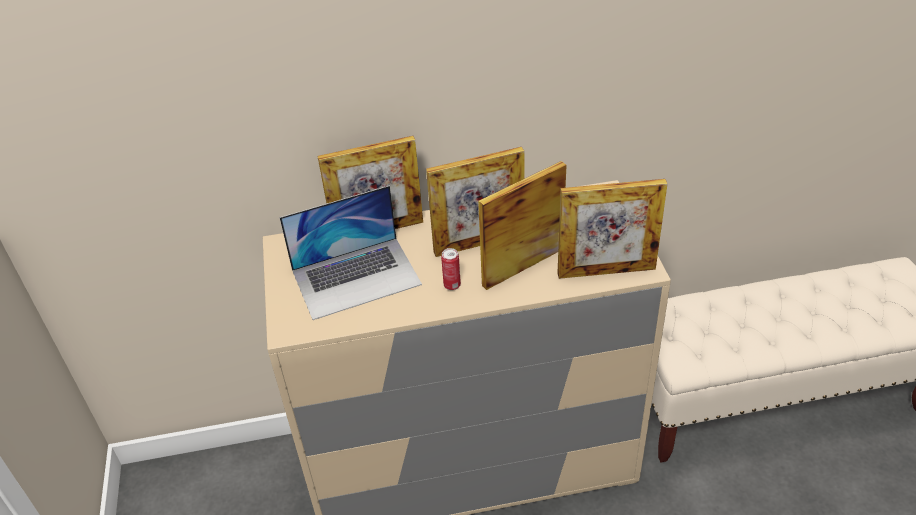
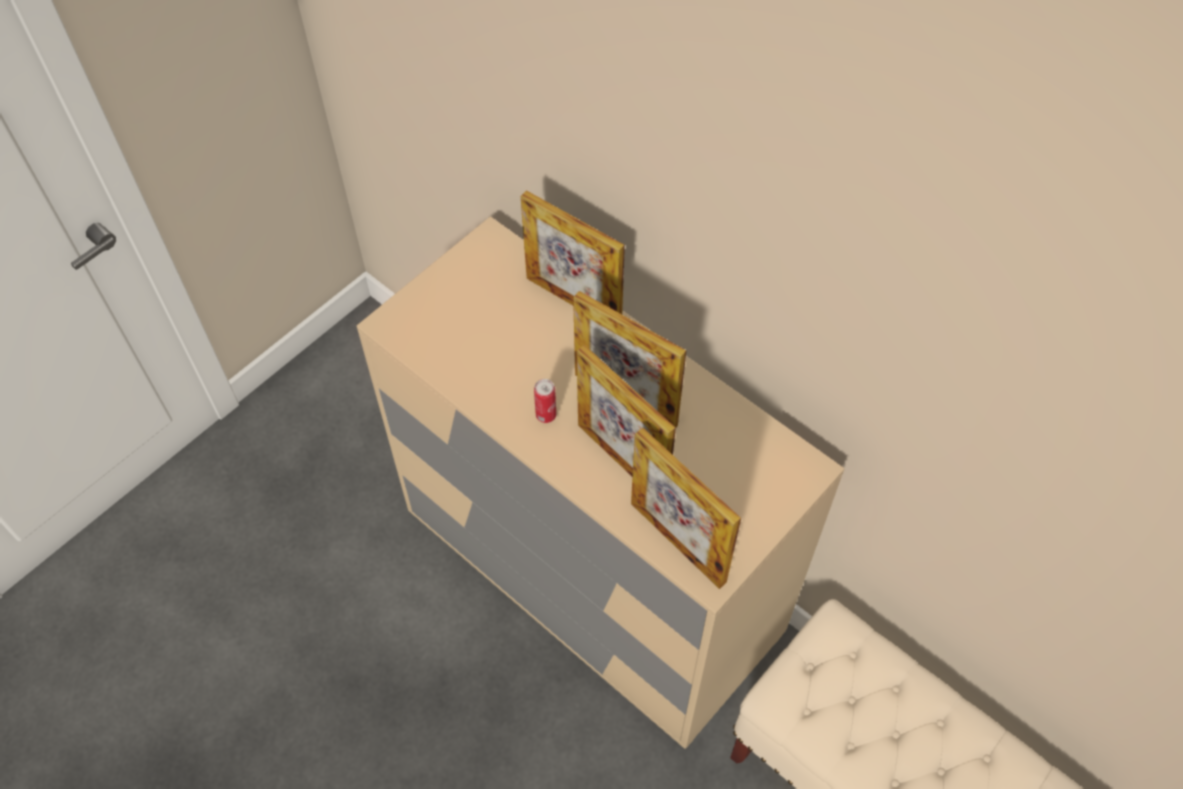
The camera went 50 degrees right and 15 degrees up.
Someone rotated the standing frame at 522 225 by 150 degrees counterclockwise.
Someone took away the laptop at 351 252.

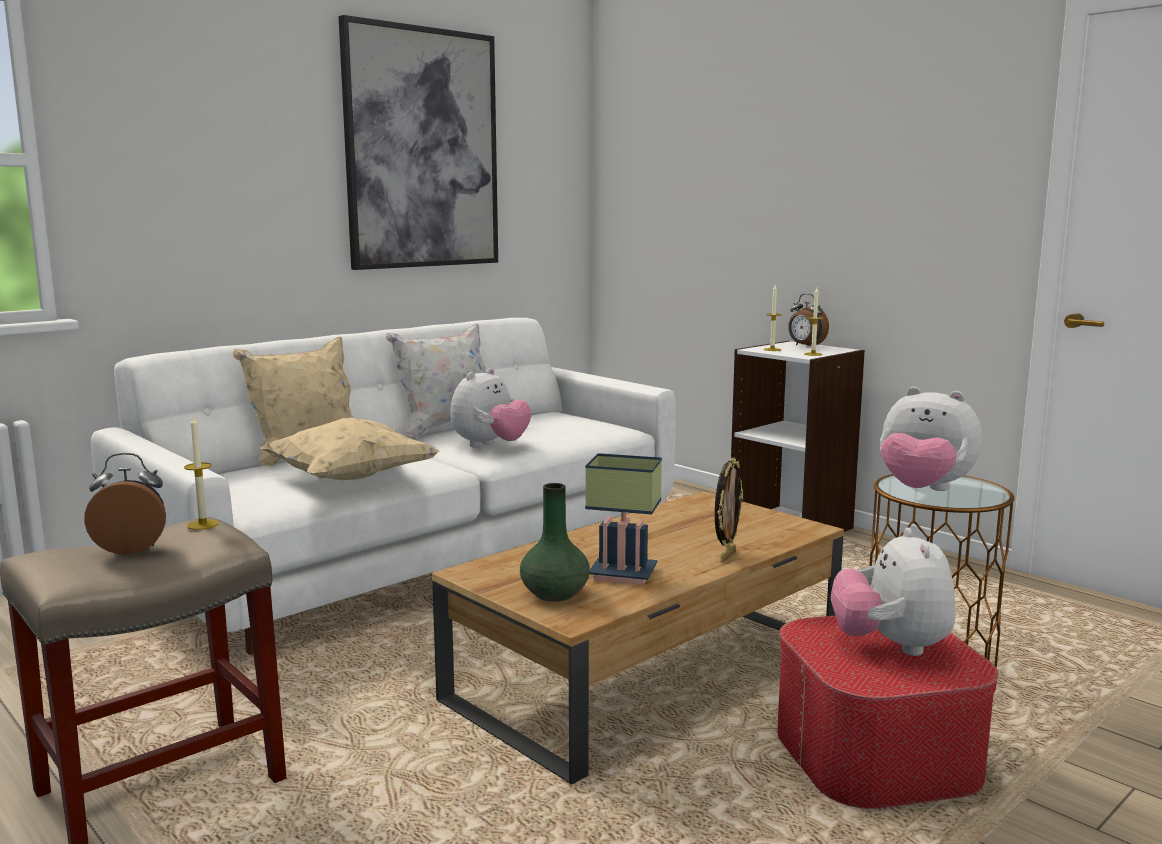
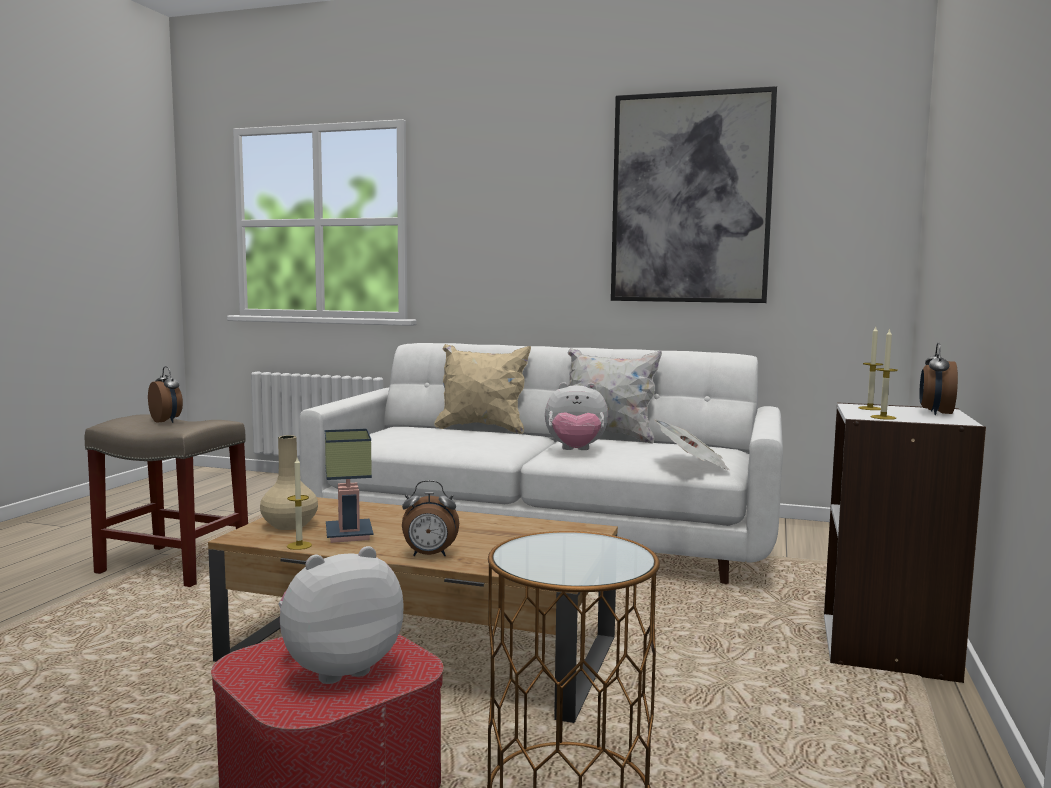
The camera went 60 degrees right and 5 degrees down.
Someone repainted the vase (green) at 555 542, which became the vase (sand-coloured) at 289 482.
Someone carried the candle from 201 472 to 299 504.
Someone swapped the standing frame at 729 509 for the bedside clock at 430 518.
Someone put down the newspaper at 692 444.
Someone took away the throw pillow (sand-coloured) at 350 449.
Someone took away the soft toy at 931 439.

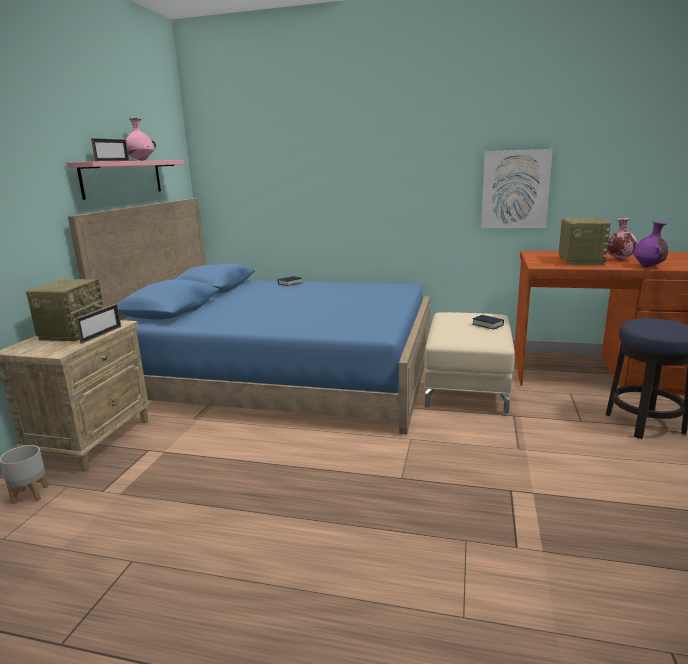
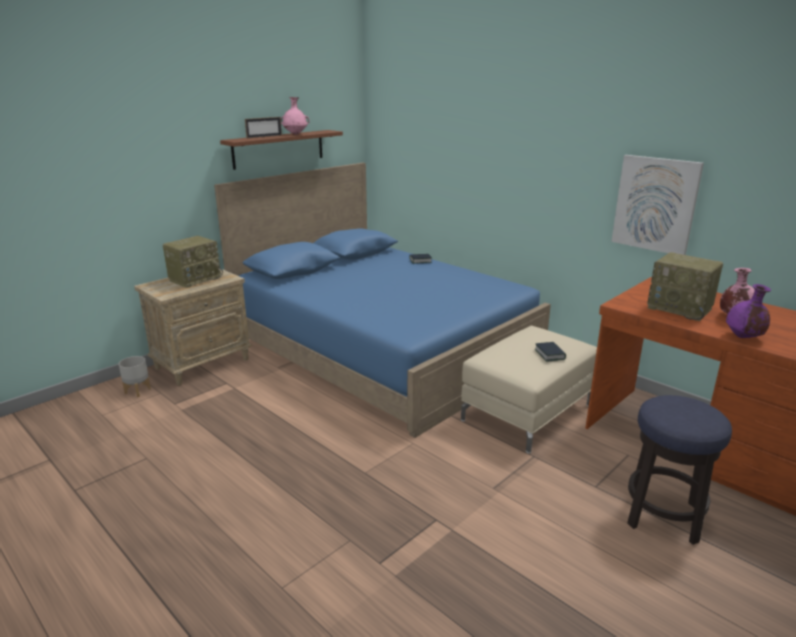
The camera went 30 degrees right and 5 degrees up.
Someone repainted the wall shelf (pinkish) at 125 180, which became the wall shelf (brownish) at 281 150.
Someone rotated the radio set at 584 242 by 90 degrees clockwise.
Someone took away the standing frame at 98 324.

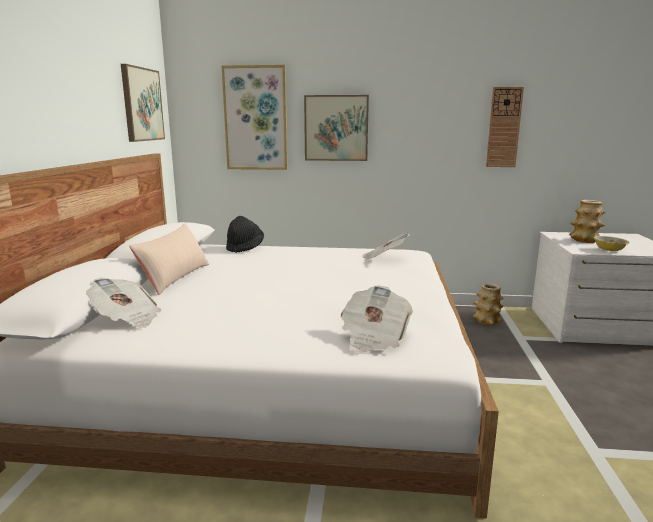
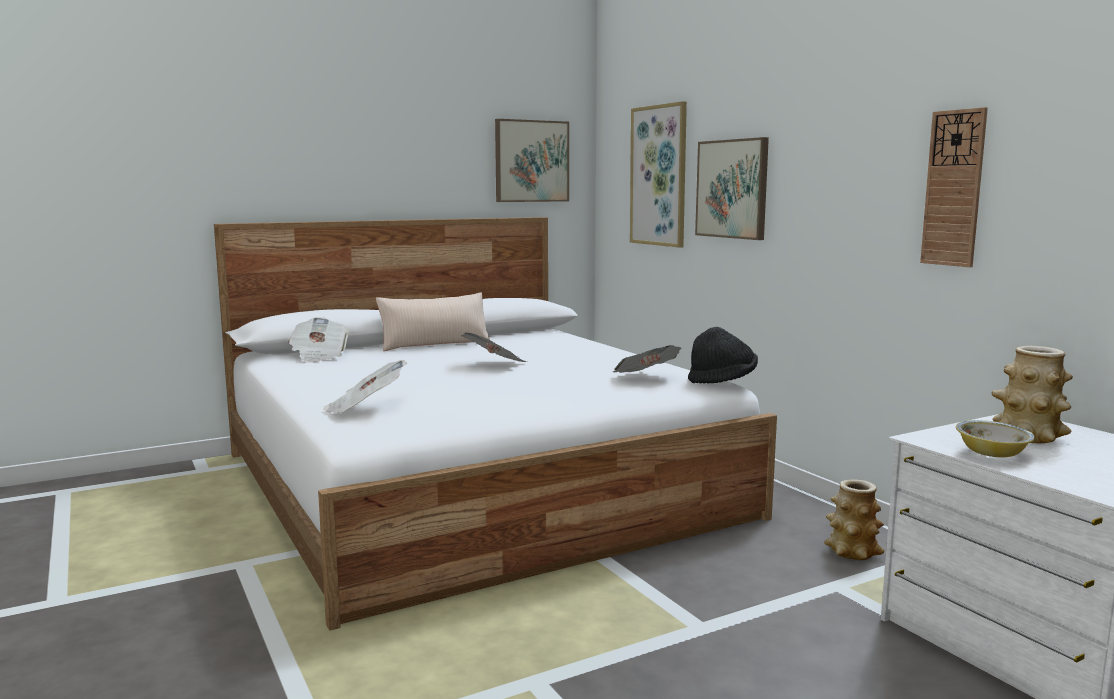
The camera went 55 degrees right and 5 degrees down.
Someone put down the newspaper at 494 347.
Someone carried the hat (black) from 245 234 to 723 355.

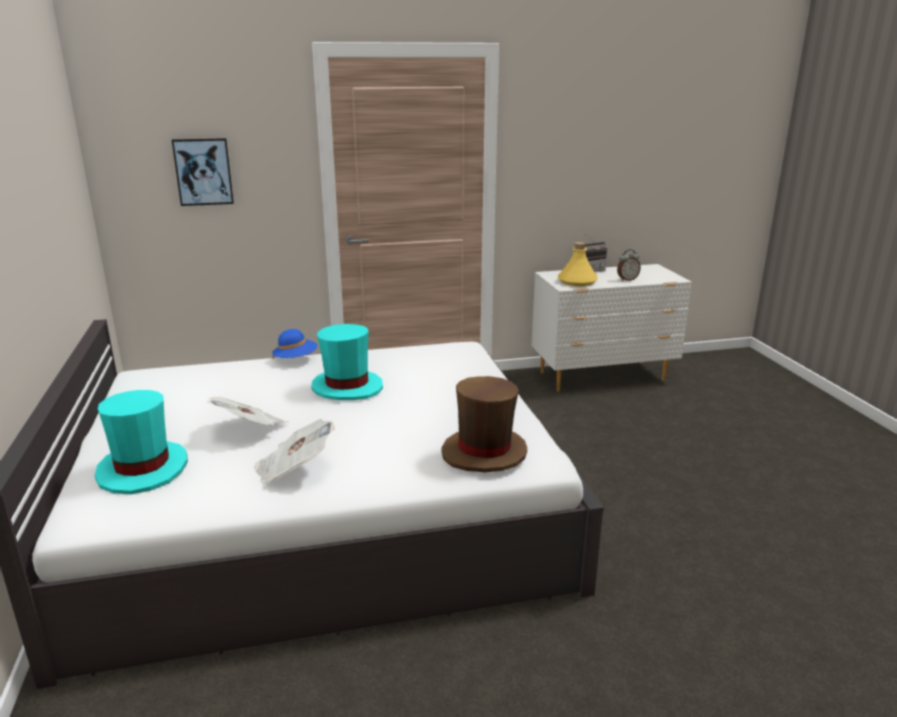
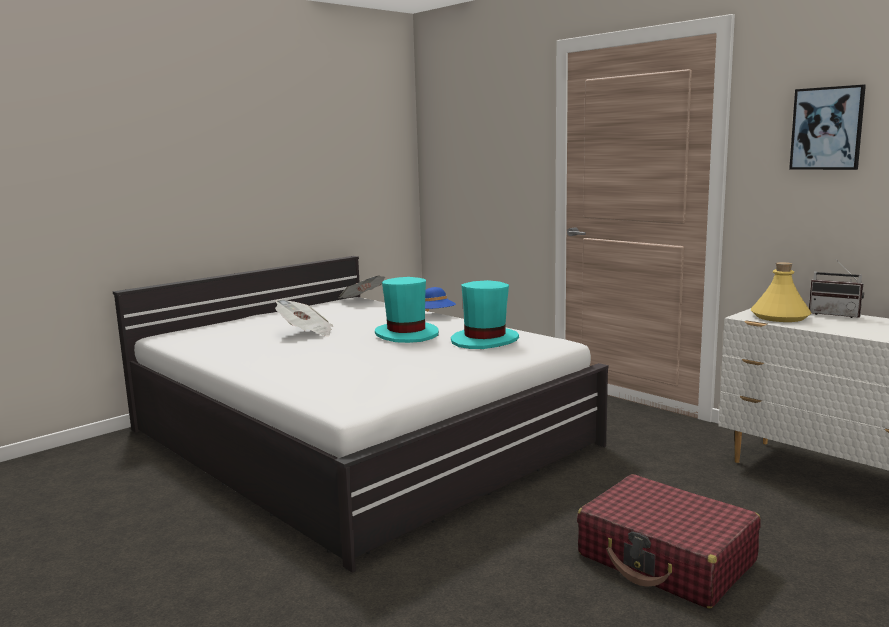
The camera went 60 degrees right and 10 degrees down.
Someone carried the newspaper from 294 451 to 362 287.
Someone carried the hat (turquoise) from 141 442 to 485 314.
Someone put down the piece of luggage (reddish) at 669 541.
Someone carried the picture from 203 172 to 827 127.
Someone took away the hat (brownish) at 484 424.
Someone took away the bedside clock at 629 265.

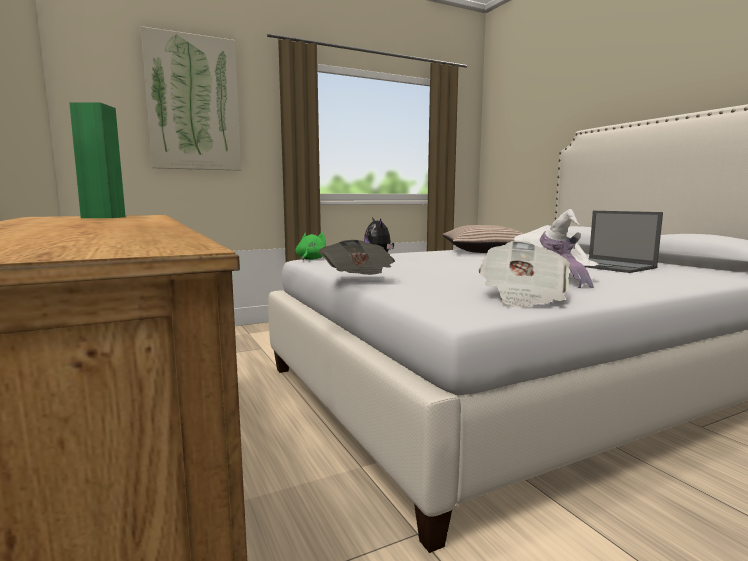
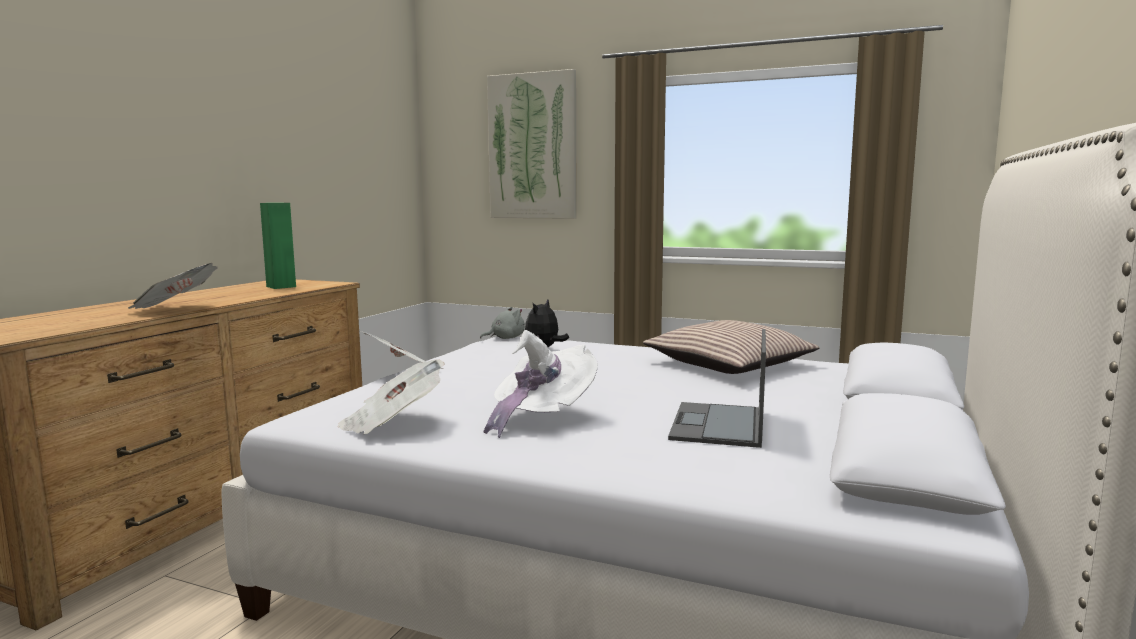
The camera went 50 degrees right and 0 degrees up.
Someone put down the newspaper at 172 286.
Someone repainted the soft toy (green) at 311 246, which became the soft toy (grey) at 502 323.

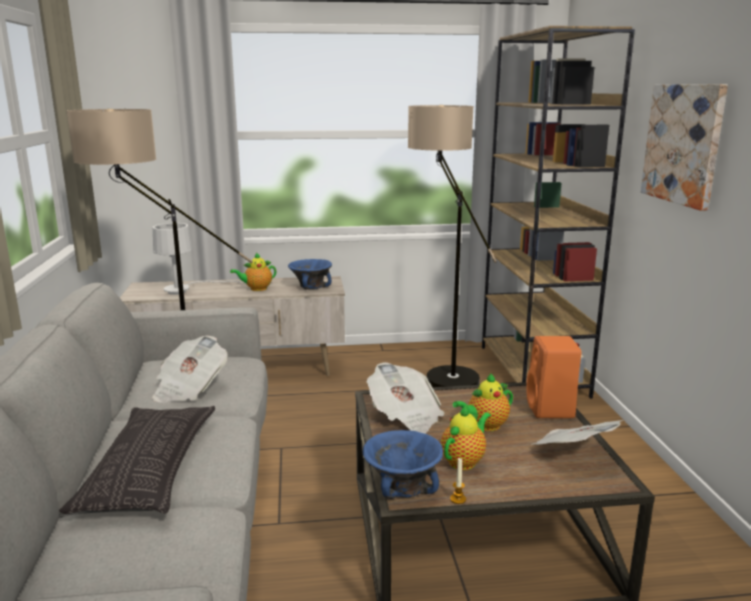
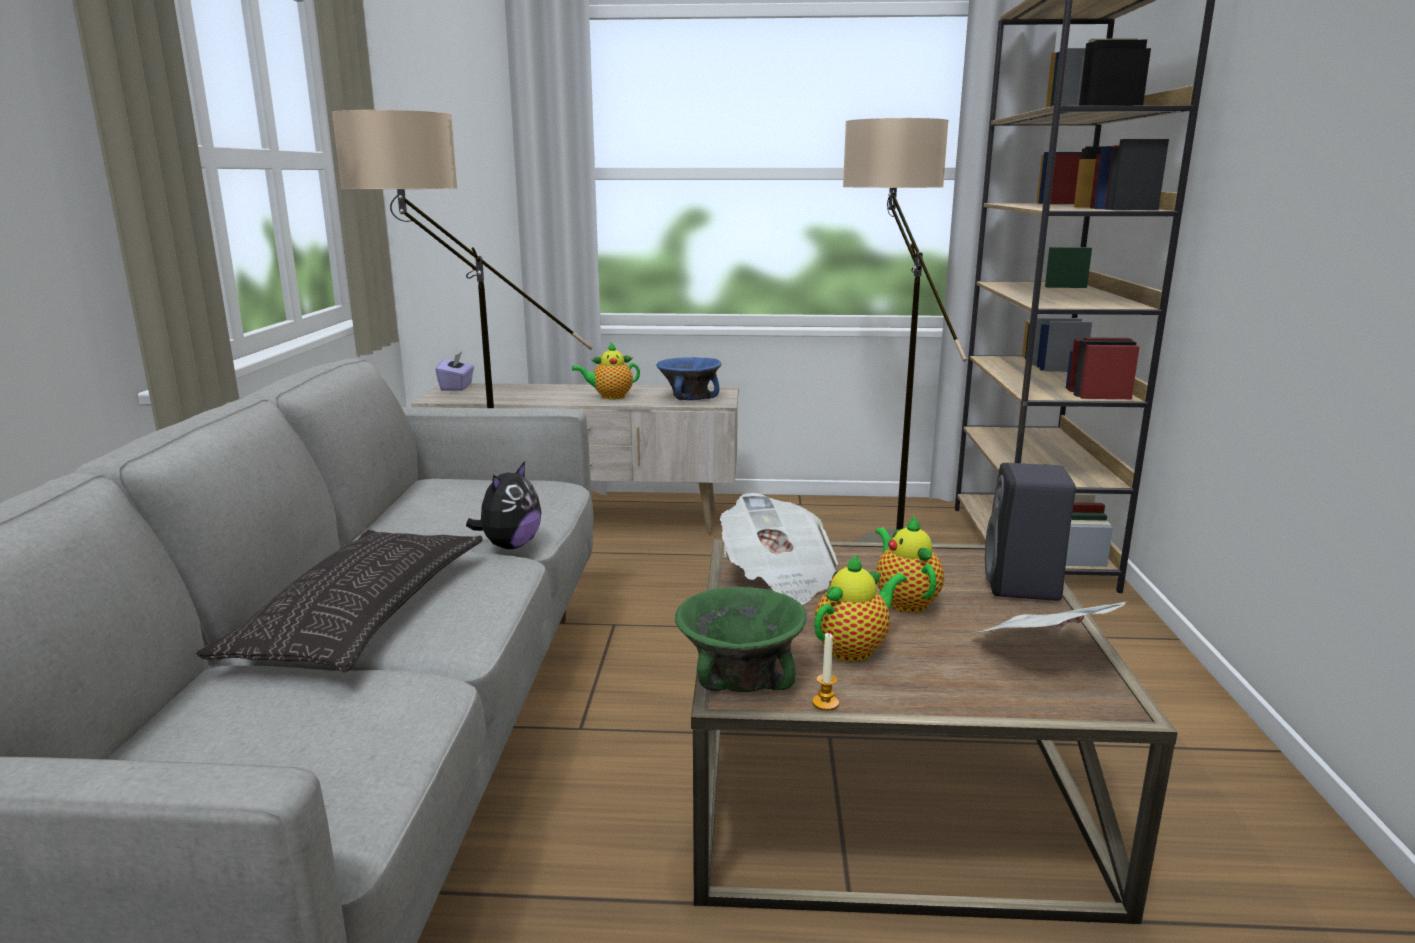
The camera went 10 degrees right and 0 degrees up.
Someone put down the box of tissues (purplish) at 454 371.
Someone put down the soft toy at 503 505.
Someone repainted the serving bowl (blue-coloured) at 403 464, which became the serving bowl (green) at 741 639.
Someone rotated the teapot at 483 402 by 90 degrees clockwise.
Someone repainted the loudspeaker (orangey) at 553 377, which became the loudspeaker (black) at 1030 532.
Someone took away the table lamp (white-coloured) at 196 259.
Someone took away the newspaper at 190 369.
Someone took away the picture at 684 147.

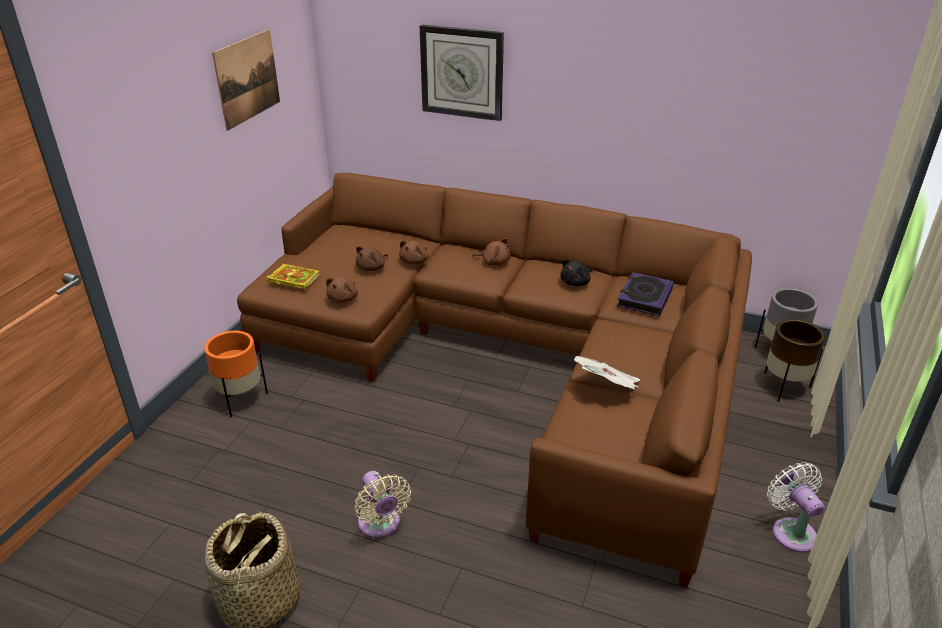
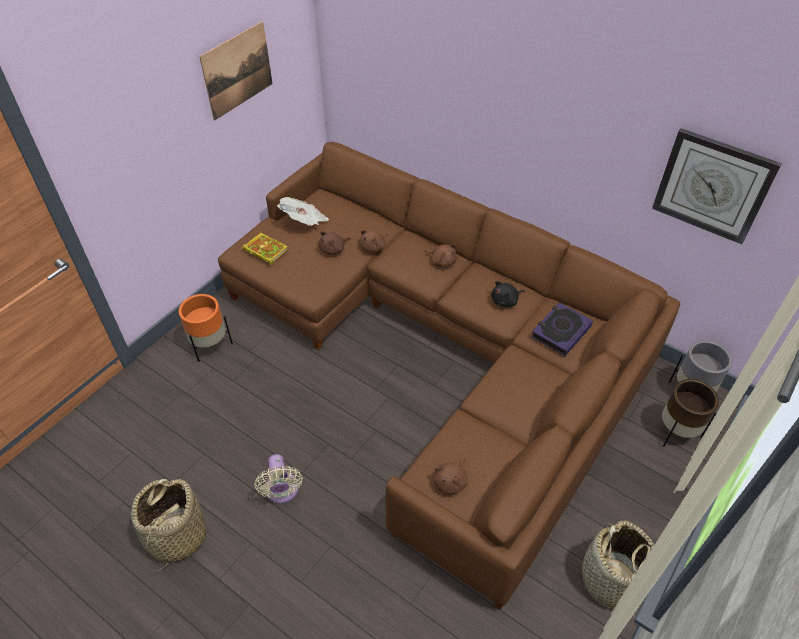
The camera went 15 degrees right and 15 degrees up.
Someone carried the newspaper from 607 372 to 303 211.
Someone carried the soft toy (brownish) from 342 290 to 450 476.
Someone swapped the fan (white-coloured) at 796 507 for the basket at 618 569.
Someone carried the wall clock from 462 73 to 717 186.

